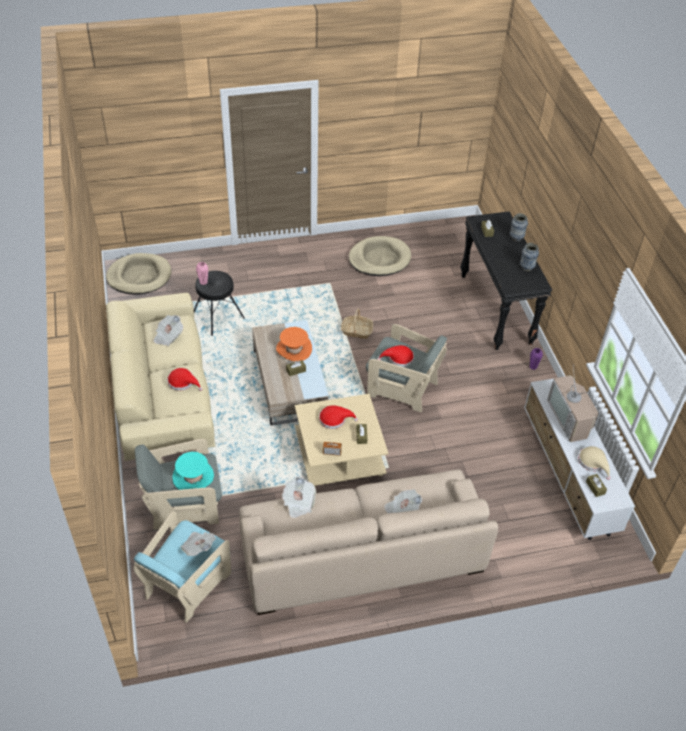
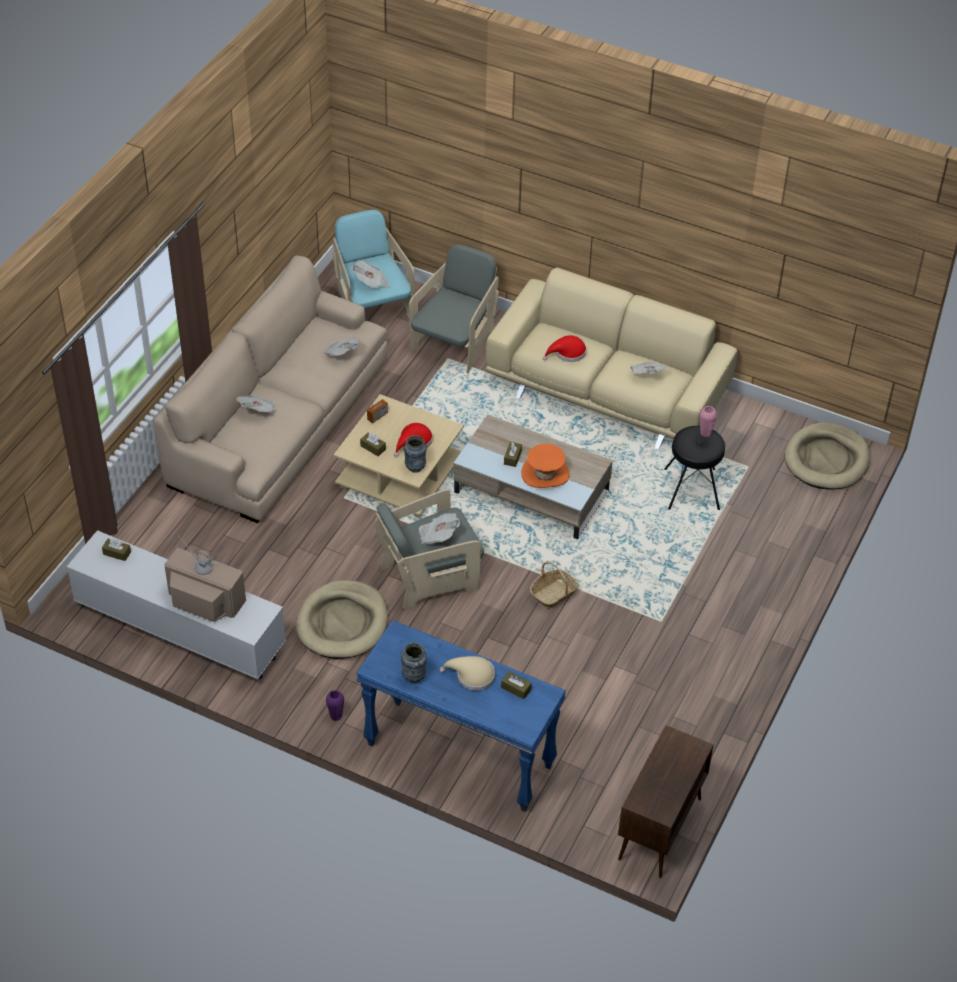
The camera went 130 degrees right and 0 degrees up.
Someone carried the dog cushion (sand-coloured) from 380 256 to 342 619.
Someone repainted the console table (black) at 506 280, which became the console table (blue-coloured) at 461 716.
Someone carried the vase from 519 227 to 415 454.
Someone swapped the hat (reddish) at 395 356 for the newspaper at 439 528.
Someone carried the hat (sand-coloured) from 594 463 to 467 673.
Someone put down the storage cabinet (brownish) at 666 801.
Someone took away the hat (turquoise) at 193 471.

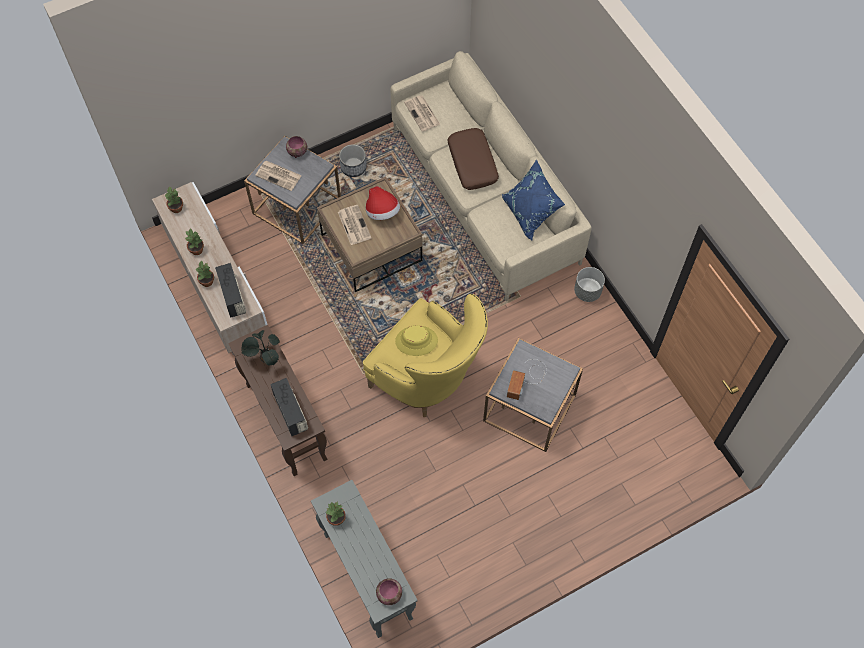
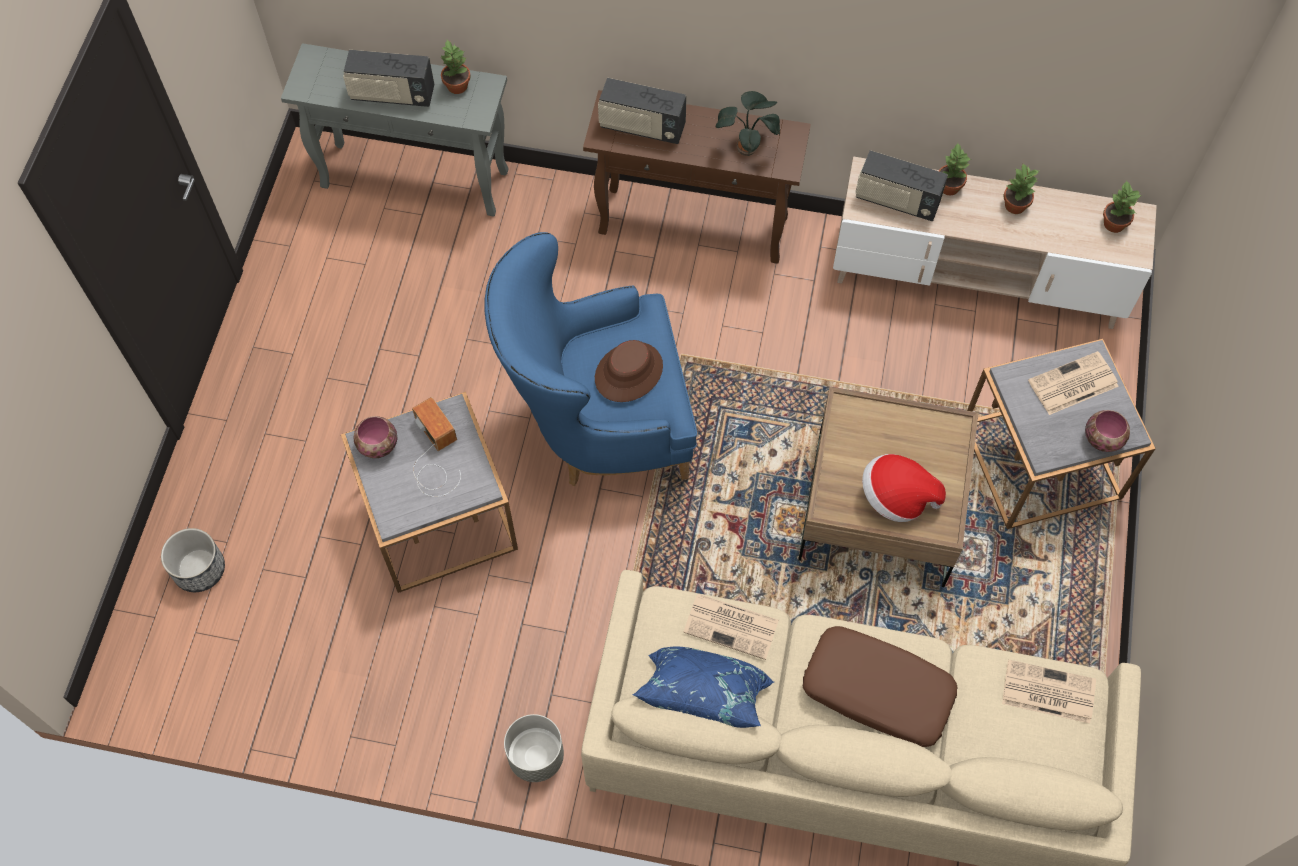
The camera went 130 degrees right and 0 degrees up.
Someone carried the planter from 353 160 to 193 560.
Someone put down the radio set at 388 78.
Someone carried the serving bowl from 389 592 to 375 437.
Someone repainted the lounge chair (yellowish) at 425 355, which became the lounge chair (blue-coloured) at 591 359.
Someone repainted the hat (yellowish) at 416 340, which became the hat (brownish) at 629 371.
Someone carried the newspaper from 354 225 to 731 627.

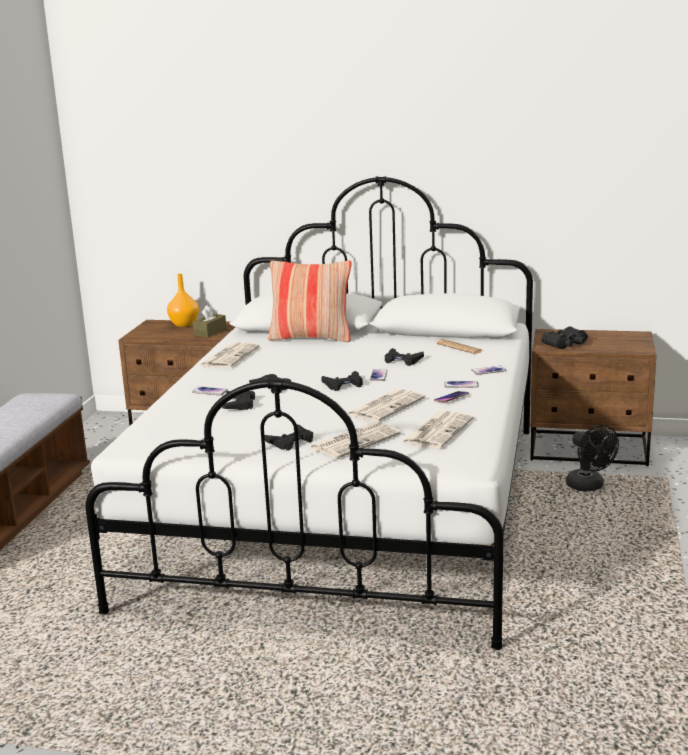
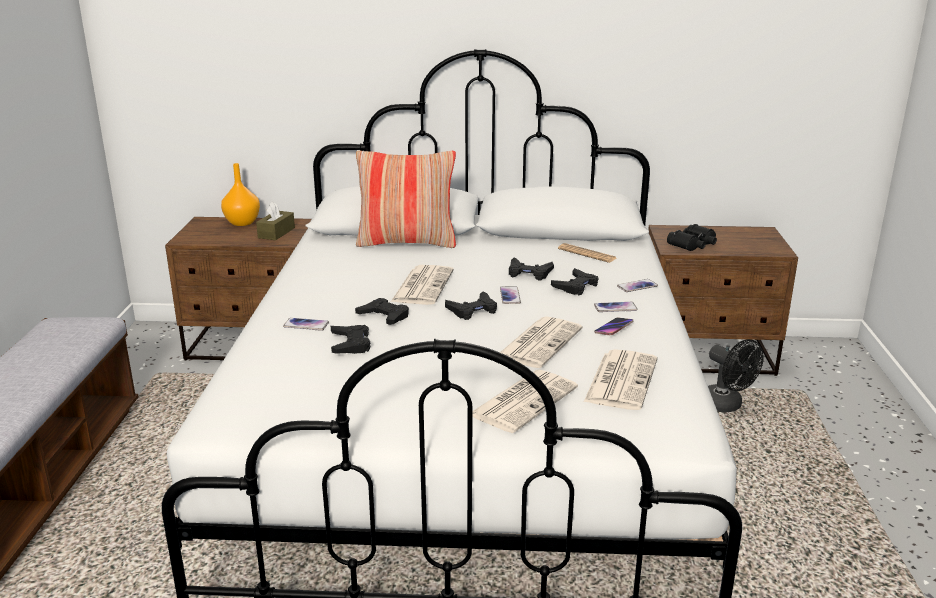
The camera went 10 degrees left and 5 degrees up.
Someone carried the newspaper from 230 355 to 422 285.
Someone carried the gamepad (black) from 288 437 to 575 281.

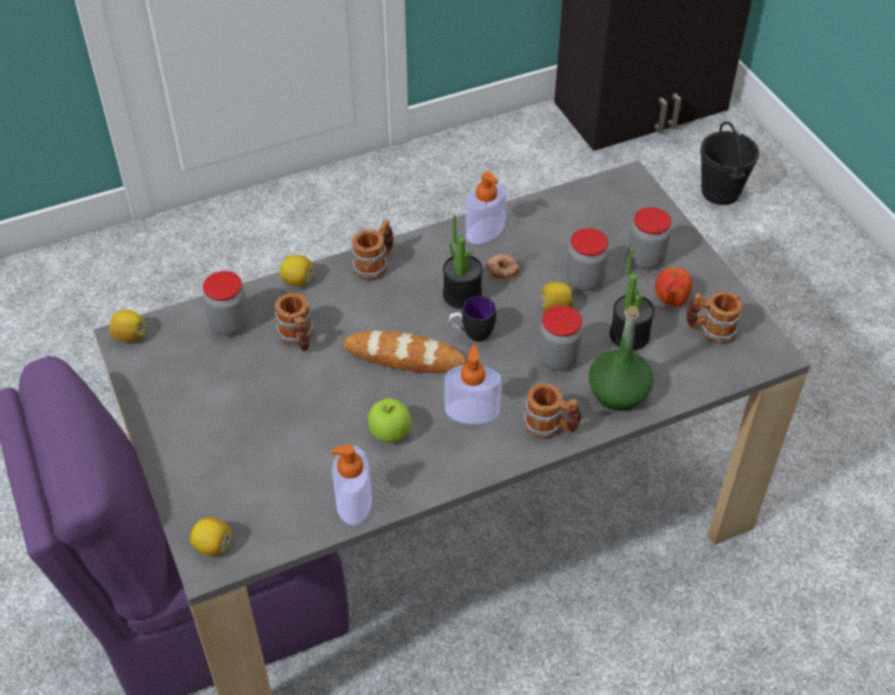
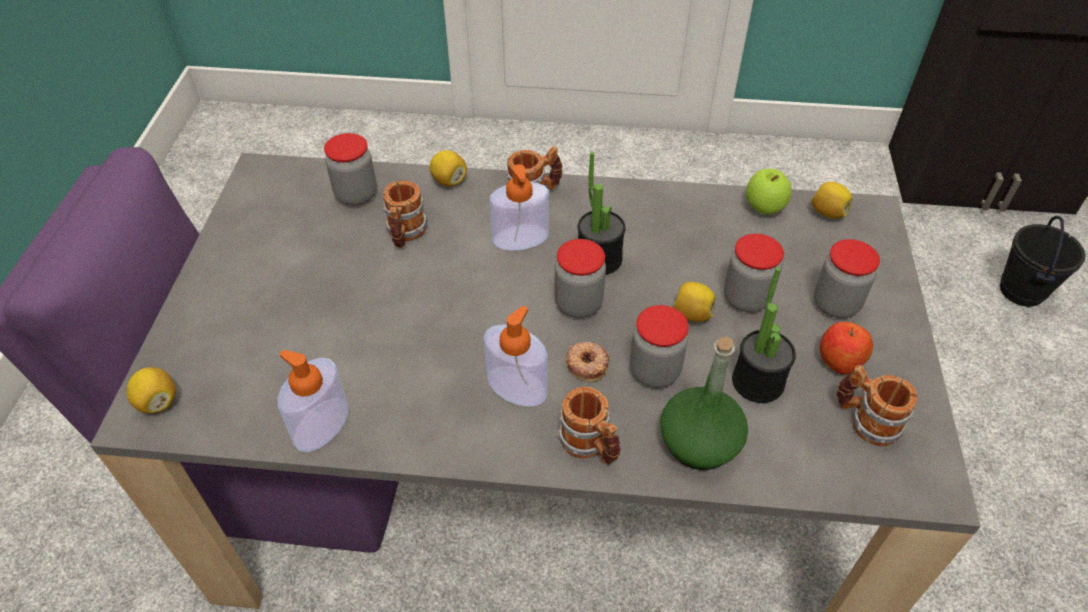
The camera went 30 degrees right and 0 degrees up.
Someone carried the soap bottle from 486 208 to 519 207.
Someone swapped the mug at 472 319 for the jar at 580 278.
Someone carried the doughnut from 502 267 to 587 362.
Someone carried the apple fruit from 389 420 to 769 191.
Someone carried the whole lemon from 127 326 to 831 200.
Someone took away the bakery bread at 405 351.

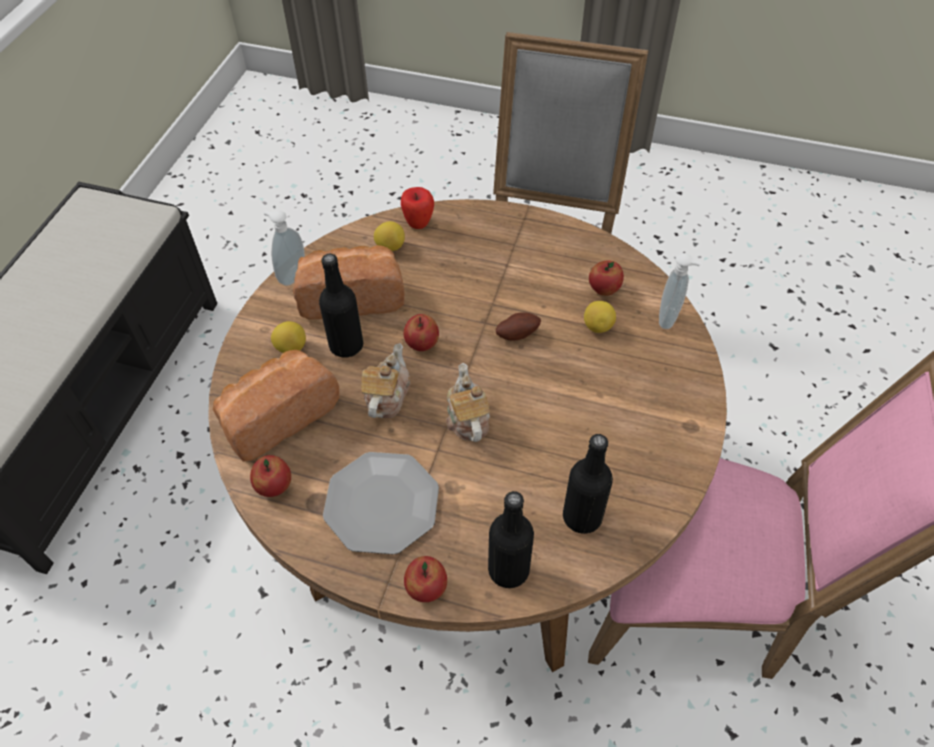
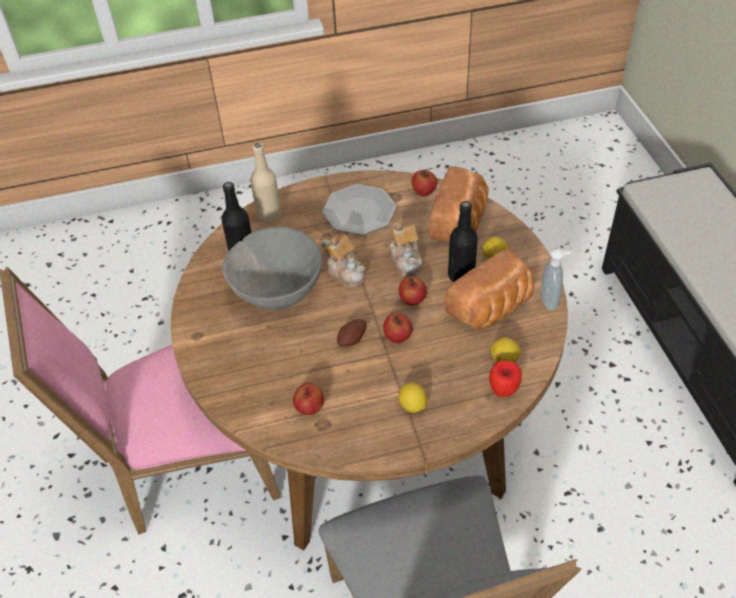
The camera went 150 degrees right and 5 degrees down.
Someone put down the serving bowl (grey) at 272 268.
Someone repainted the bottle (black) at 511 539, which became the bottle (sand-coloured) at 266 183.
Someone carried the apple fruit from 425 579 to 398 328.
Someone carried the whole lemon from 600 317 to 412 397.
Someone took away the soap bottle at 680 291.

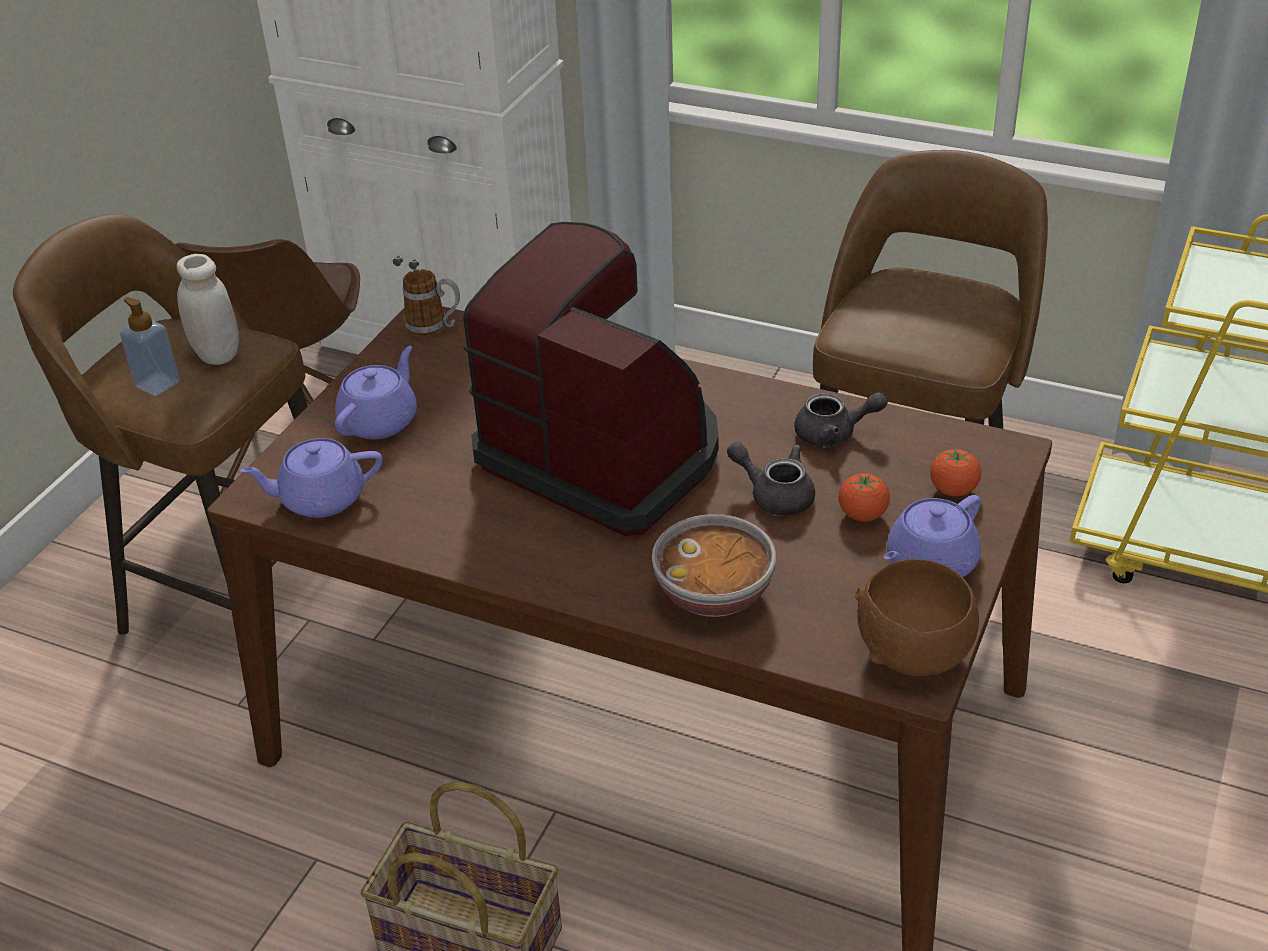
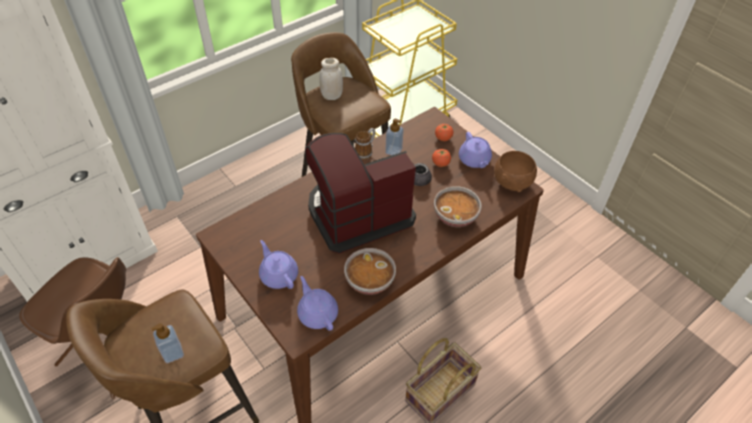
The camera went 65 degrees left and 10 degrees up.
Someone rotated the teapot (purplish) at 310 478 by 135 degrees clockwise.
Someone carried the jar (white-coloured) from 208 309 to 331 79.
Someone put down the serving bowl at 370 271.
Someone carried the mug from 431 303 to 365 144.
Someone swapped the teapot (grey) at 841 419 for the soap bottle at 394 137.

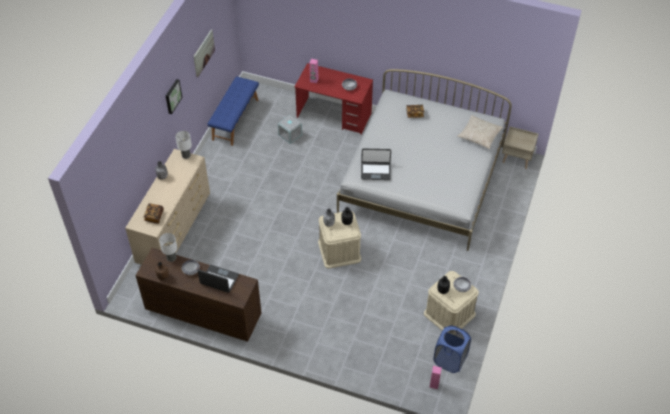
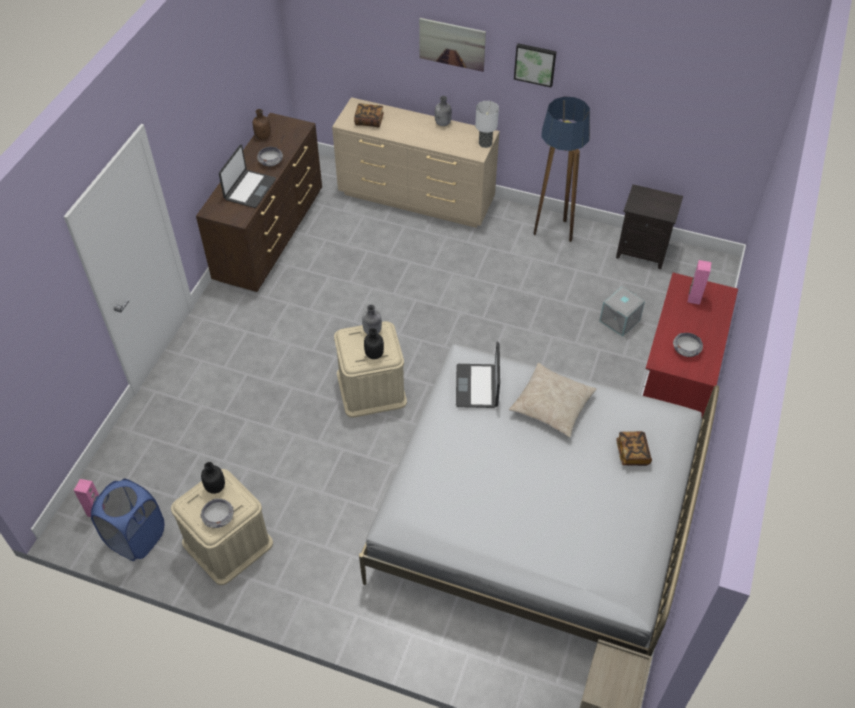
The camera went 90 degrees right and 0 degrees up.
Someone carried the picture from 204 53 to 452 45.
Someone carried the throw pillow (sand-coloured) from 480 132 to 552 400.
Someone put down the standard lamp at 562 169.
Someone swapped the long seat (blue-coloured) at 233 111 for the night table (black) at 649 226.
Someone took away the table lamp at 168 247.

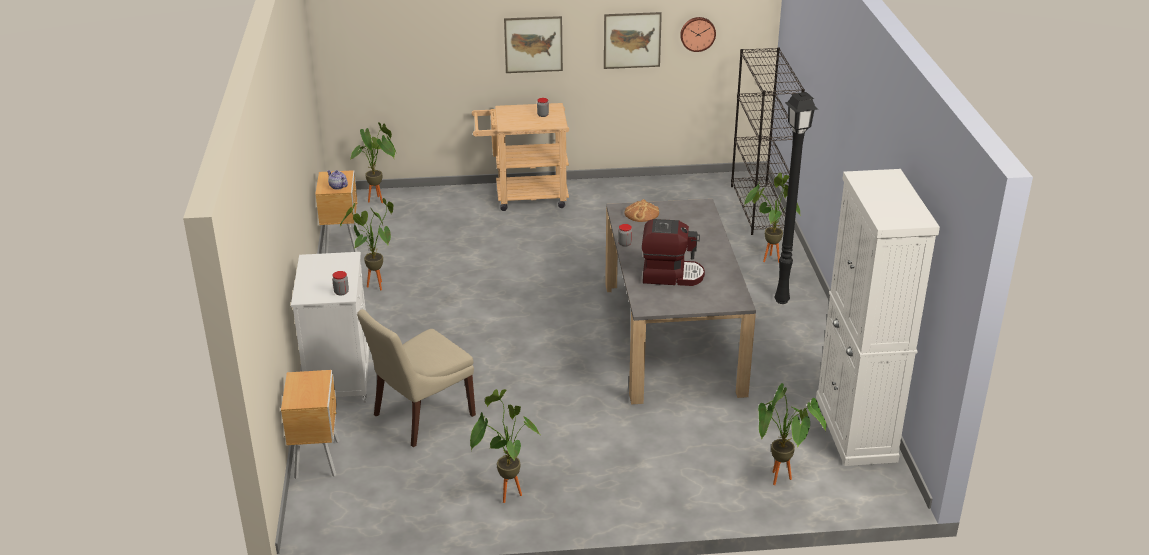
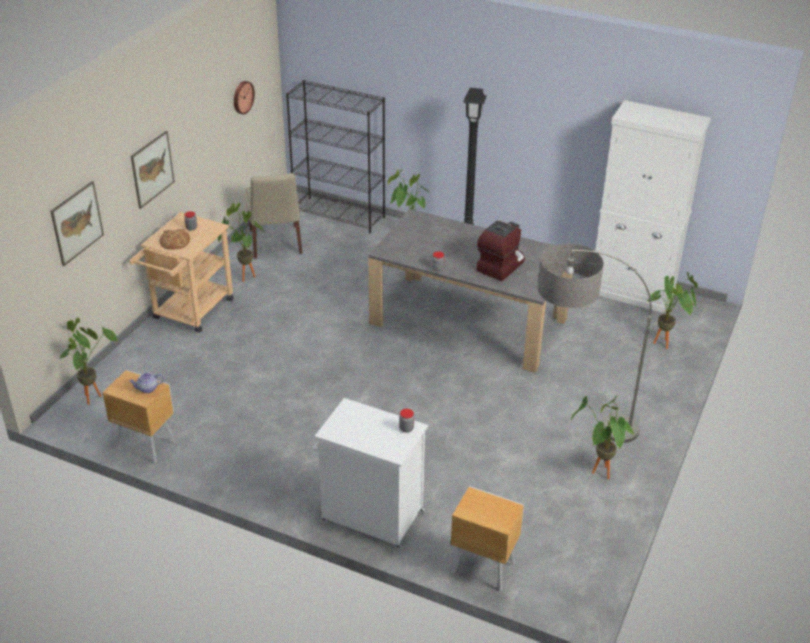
The camera went 60 degrees left and 5 degrees up.
Someone carried the picture from 633 40 to 77 223.
Someone carried the bakery bread from 641 210 to 174 239.
Someone carried the houseplant from 367 244 to 241 242.
Someone carried the plain chair (sand-coloured) from 416 378 to 274 216.
Someone put down the standard lamp at 594 343.

